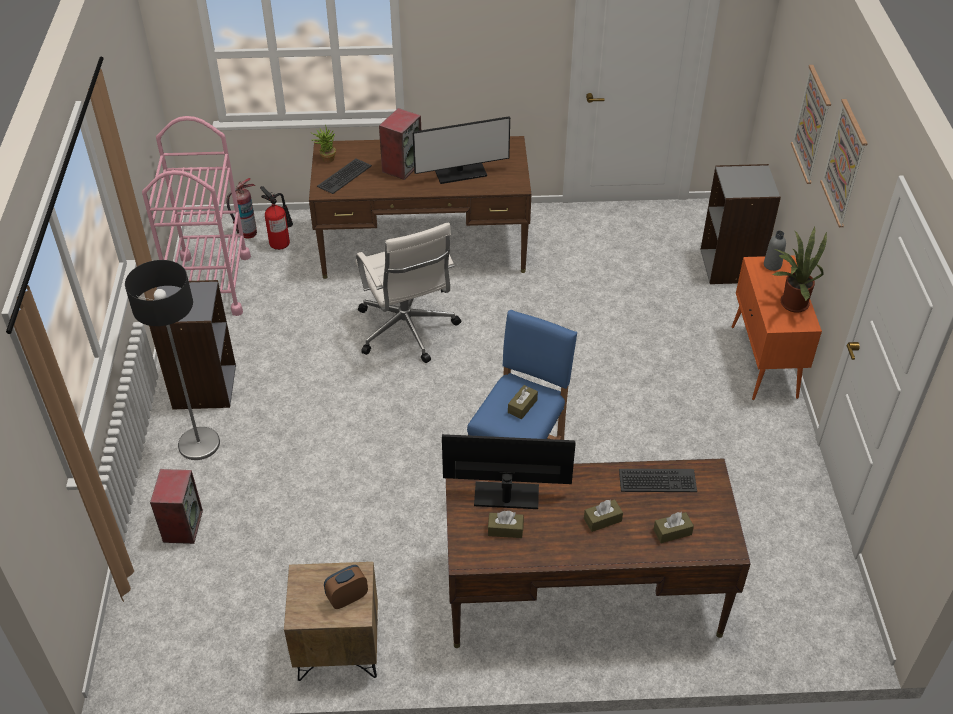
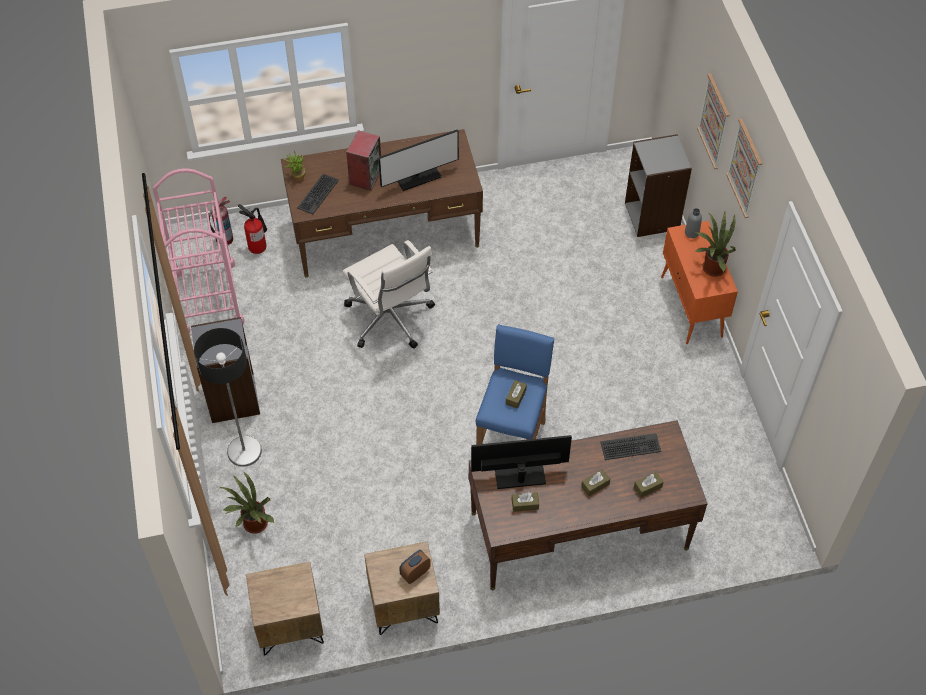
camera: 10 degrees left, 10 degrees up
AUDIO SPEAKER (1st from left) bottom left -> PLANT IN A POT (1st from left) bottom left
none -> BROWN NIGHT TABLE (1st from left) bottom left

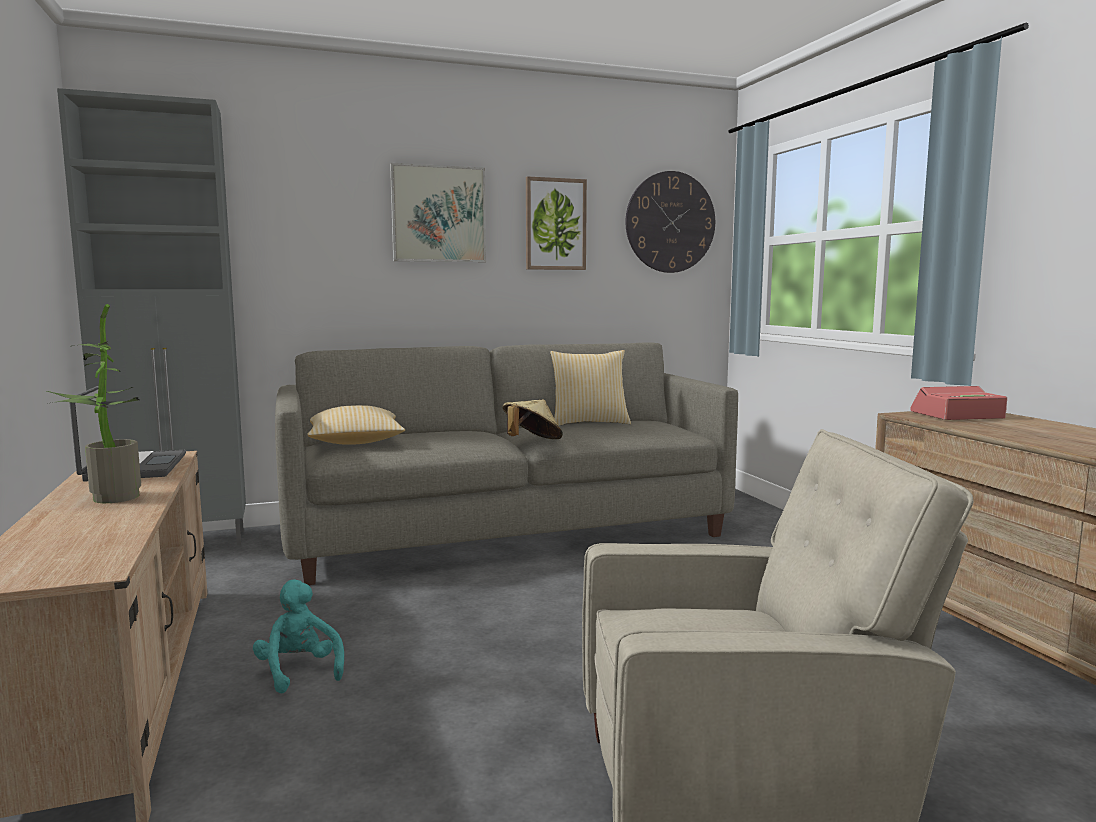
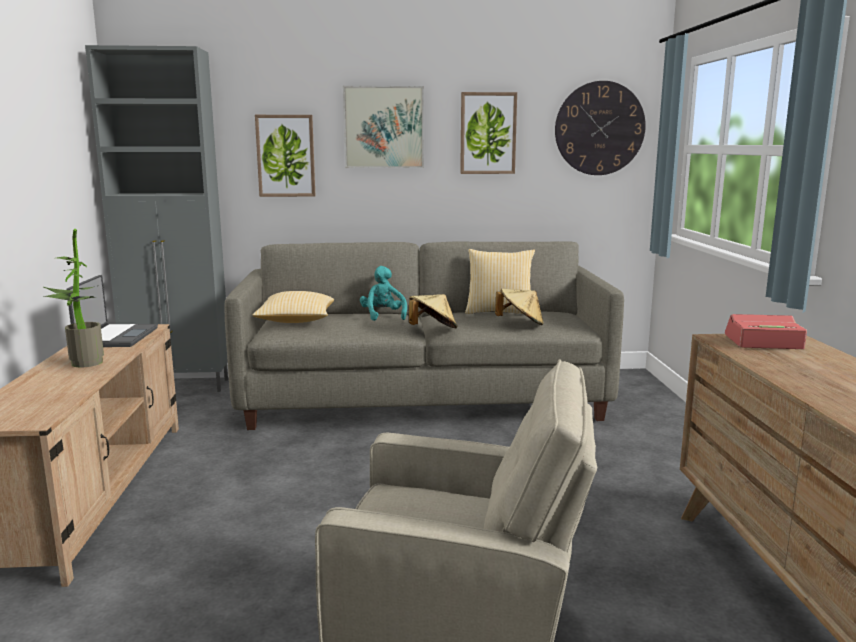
camera: 15 degrees right, 5 degrees up
none -> WALL PICTURE (1st from left) top left
TURQUOISE CUDDLY TOY bottom left -> TURQUOISE CUDDLY TOY centre, move
none -> BEIGE-COLOURED CLOTHING HAT (2nd from left) centre

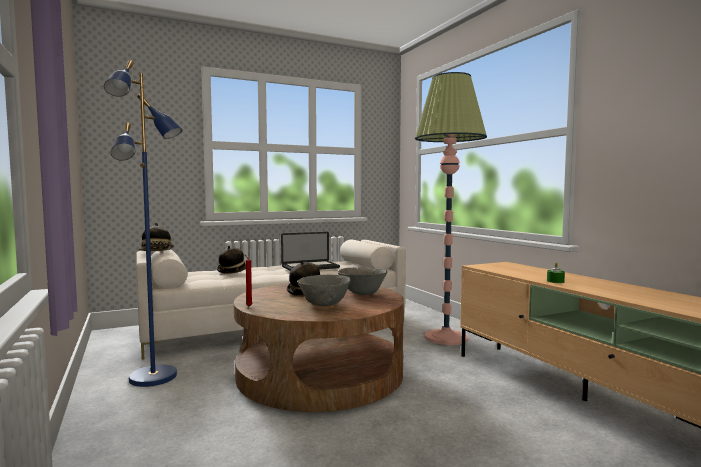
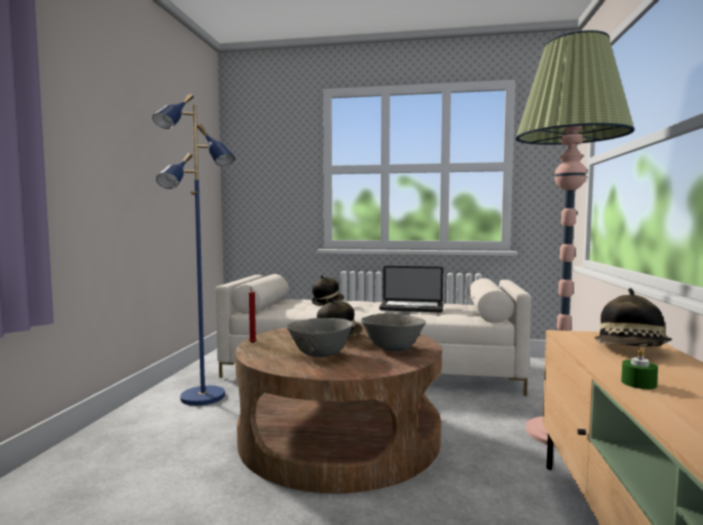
camera: 35 degrees right, 0 degrees up
CLOTHING HAT (1st from left in the first image) middle left -> CLOTHING HAT (3rd from left) middle right, move

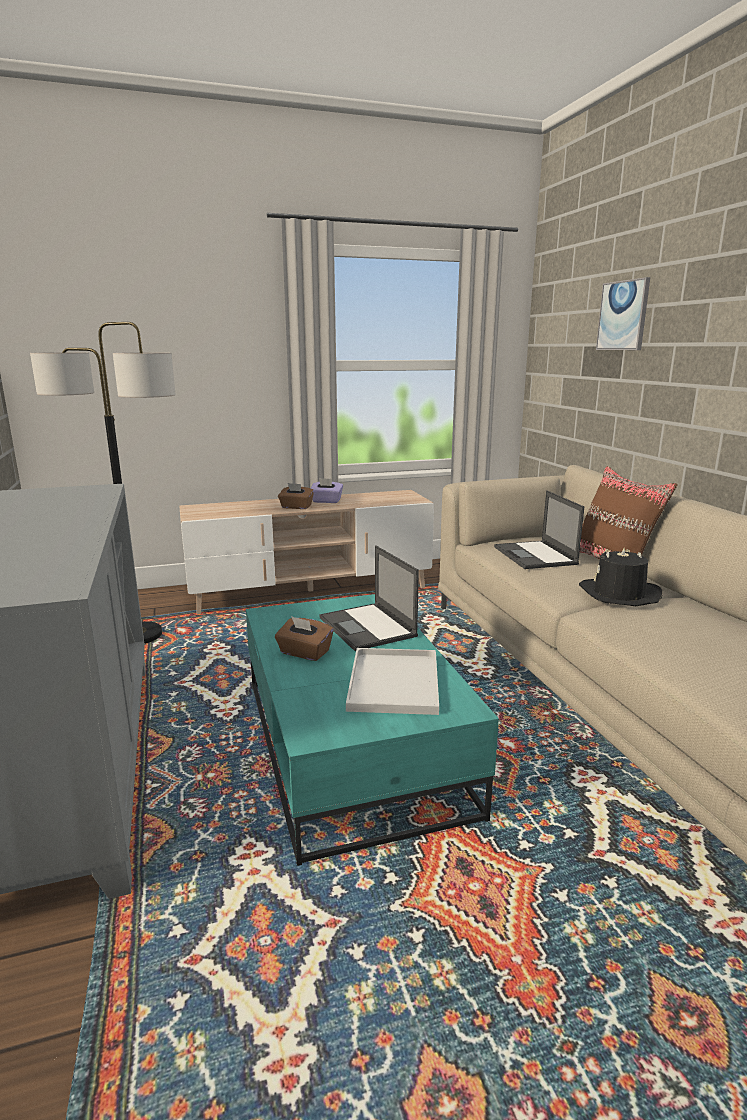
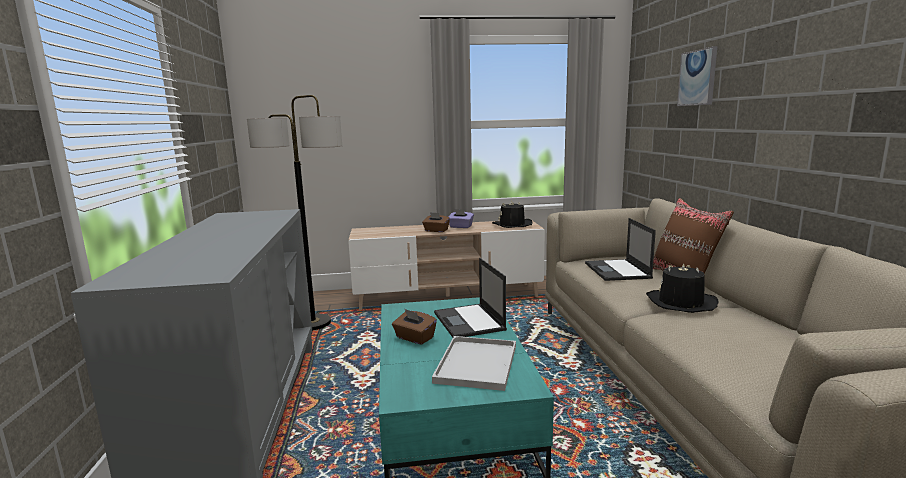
camera: 10 degrees right, 5 degrees down
none -> BLACK CLOTHING HAT (1st from left) centre

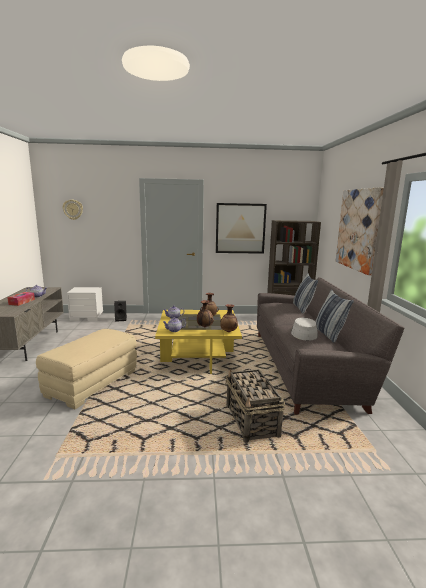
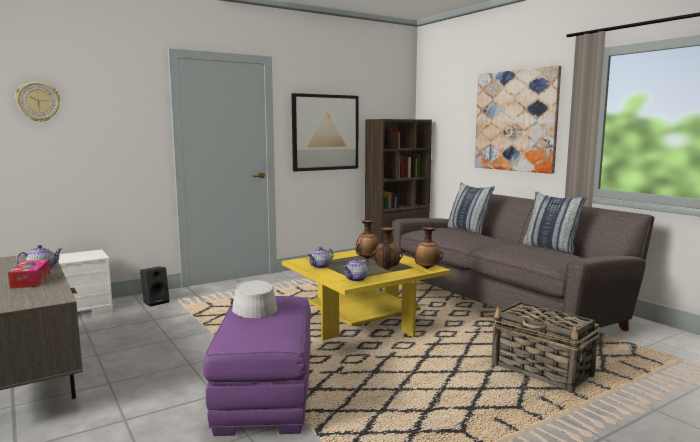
camera: 30 degrees left, 5 degrees down
BEIGE-COLOURED OTTOMAN middle left -> PURPLE OTTOMAN bottom centre
GREY CLOTHING HAT middle right -> GREY CLOTHING HAT bottom centre, move

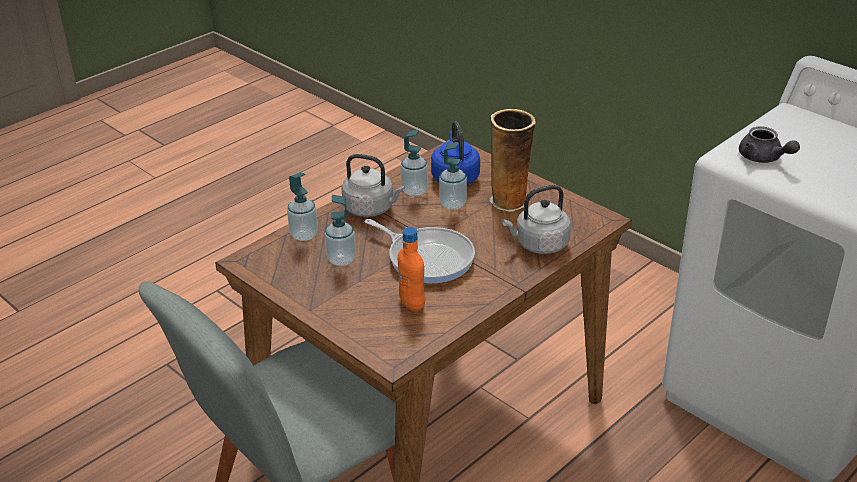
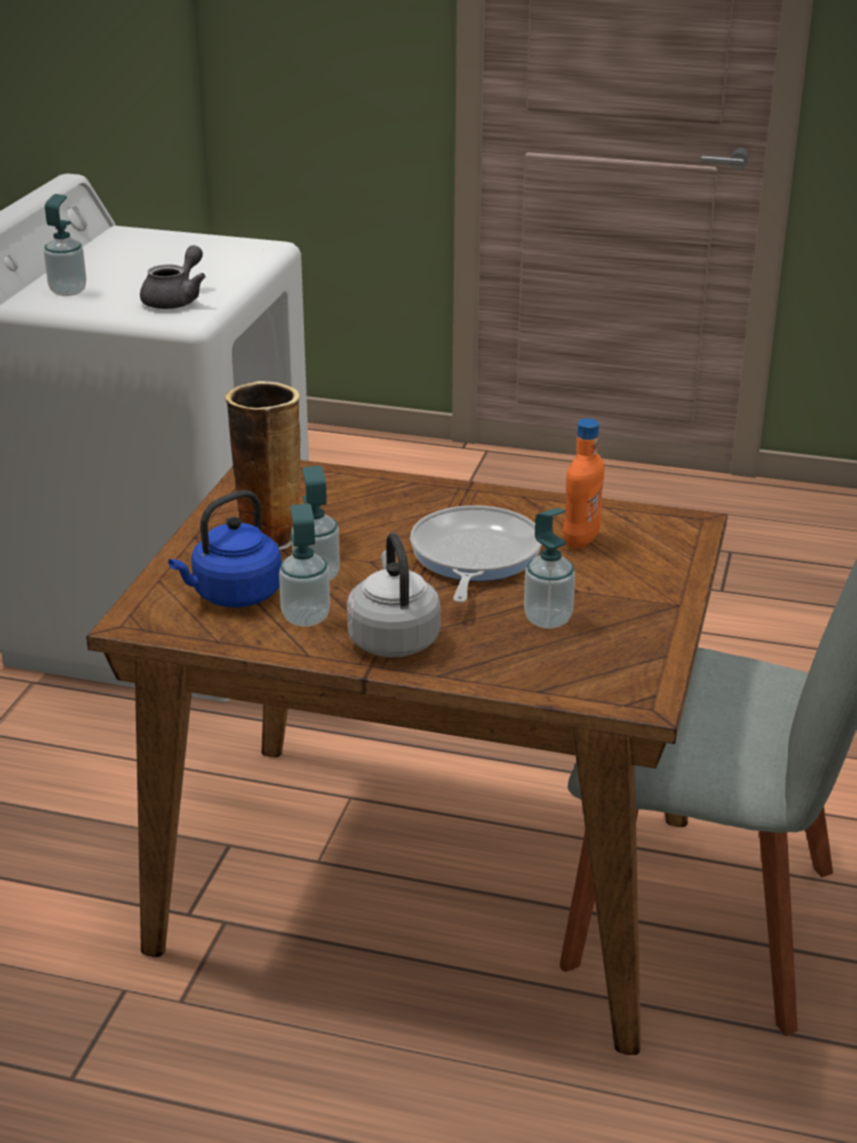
camera: 120 degrees left, 5 degrees down
LIQUID SOAP BOTTLE (1st from left) centre -> LIQUID SOAP BOTTLE (1st from left) top left, move
GREY WATER KETTLE (2nd from left) centre -> none

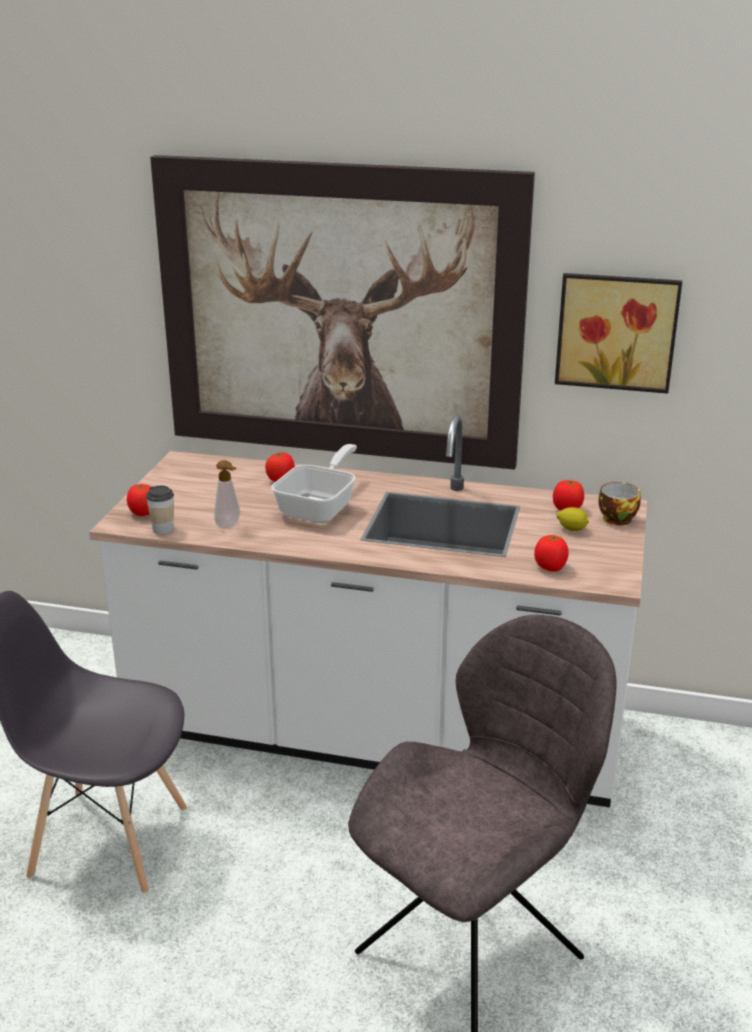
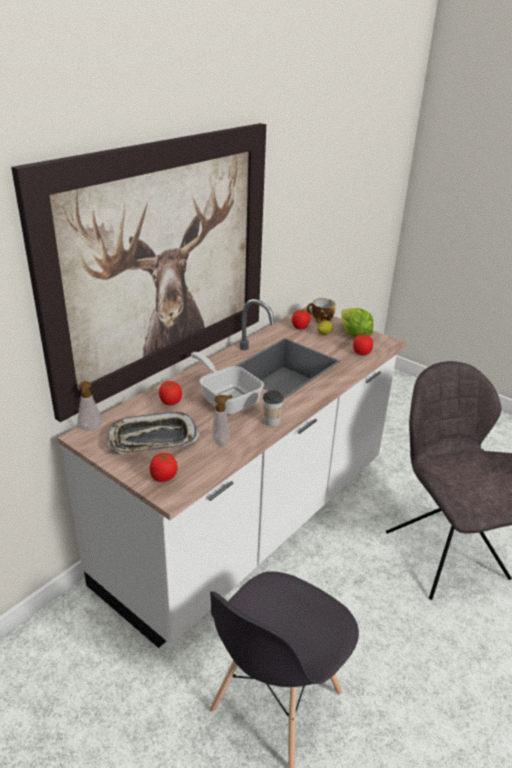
camera: 65 degrees left, 5 degrees up
none -> LIQUID SOAP BOTTLE (1st from left) middle left
none -> TRAY middle left
CUP (1st from left) middle left -> CUP (1st from left) centre, move
none -> LETTUCE middle right
WALL PICTURE (2nd from left) top right -> none

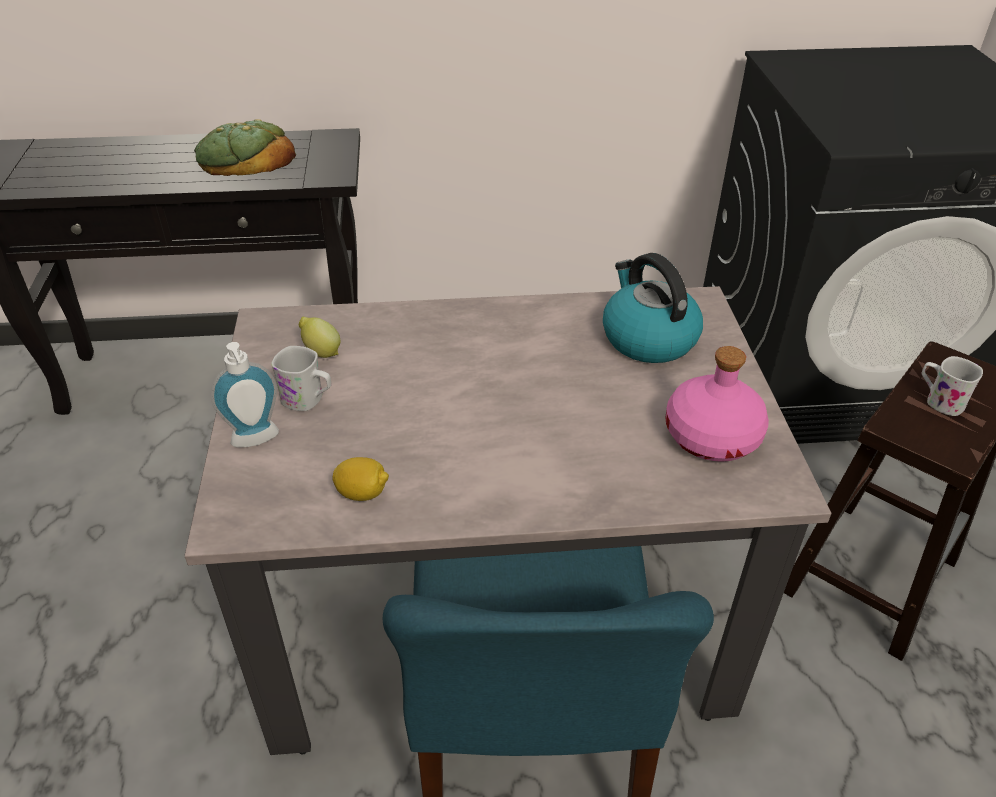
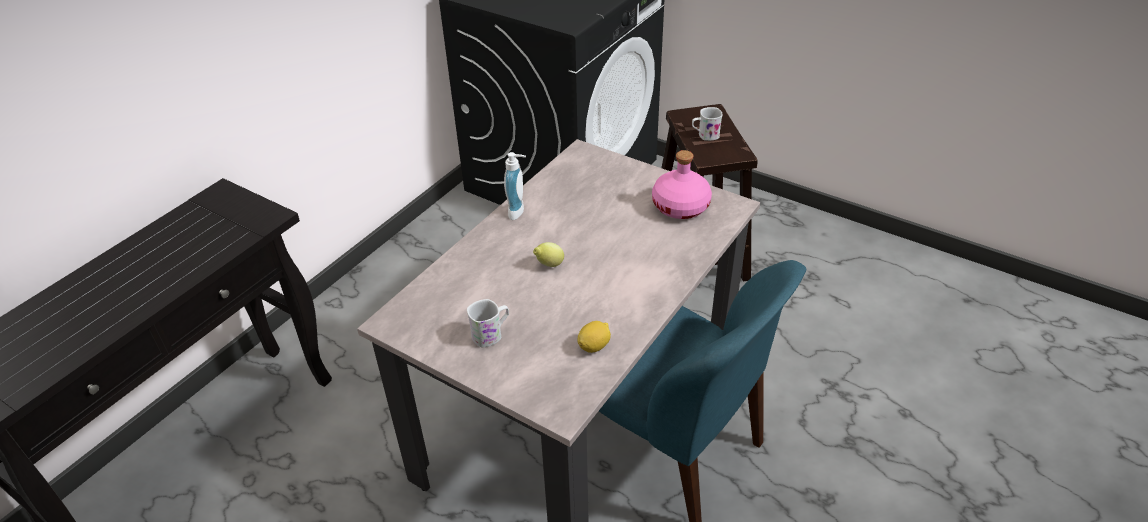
camera: 50 degrees left, 0 degrees up
LIQUID SOAP BOTTLE middle left -> LIQUID SOAP BOTTLE centre, move
WHOLE LEMON (1st from left) middle left -> WHOLE LEMON (1st from left) centre, move
BAKED BREAD top left -> none
WATER KETTLE centre -> none

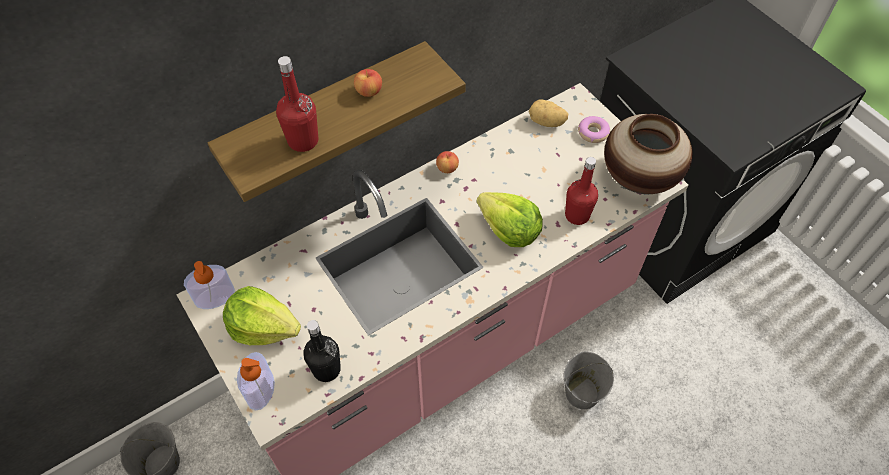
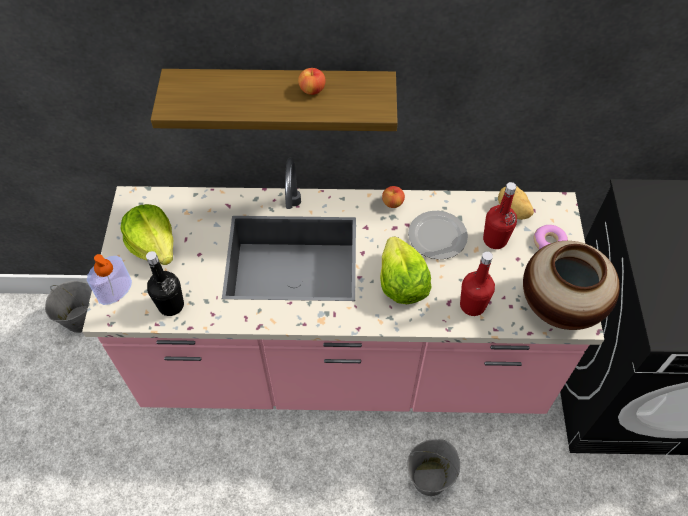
camera: 35 degrees right, 0 degrees up
none -> PLATE centre
RED BEVERAGE BOTTLE (1st from left in the first image) top centre -> RED BEVERAGE BOTTLE (2nd from left) middle right, move
LIQUID SOAP BOTTLE (1st from left) middle left -> none

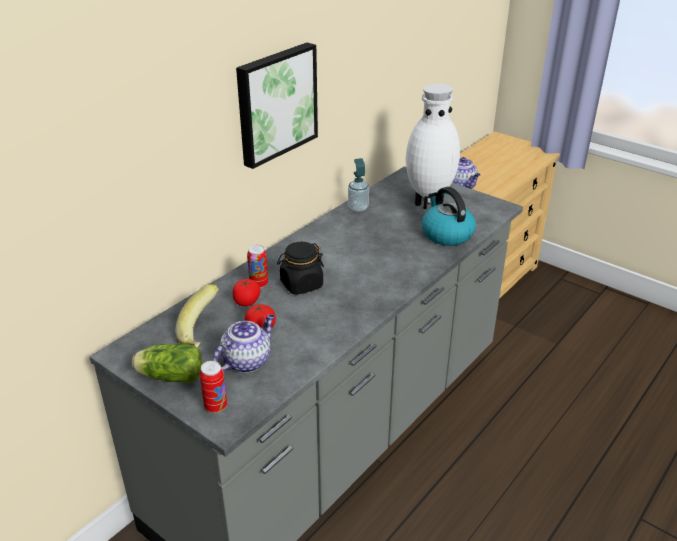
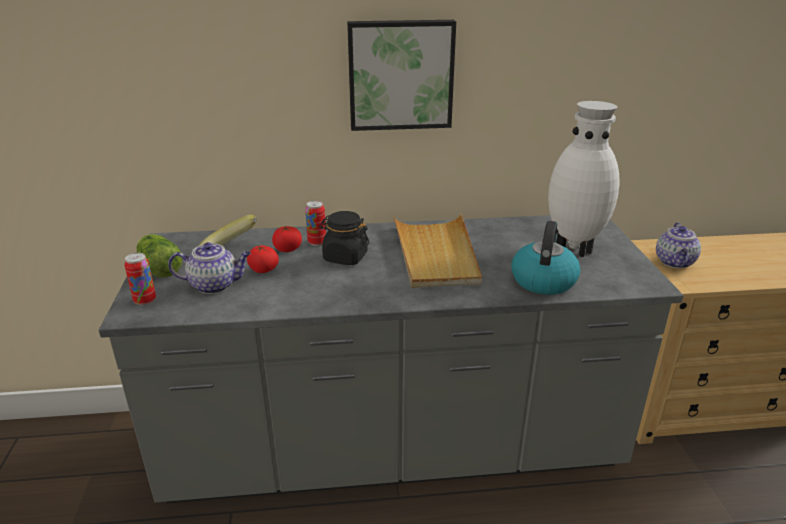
camera: 45 degrees right, 5 degrees down
none -> BEIGE-COLOURED TRAY centre
LIQUID SOAP BOTTLE centre -> none

